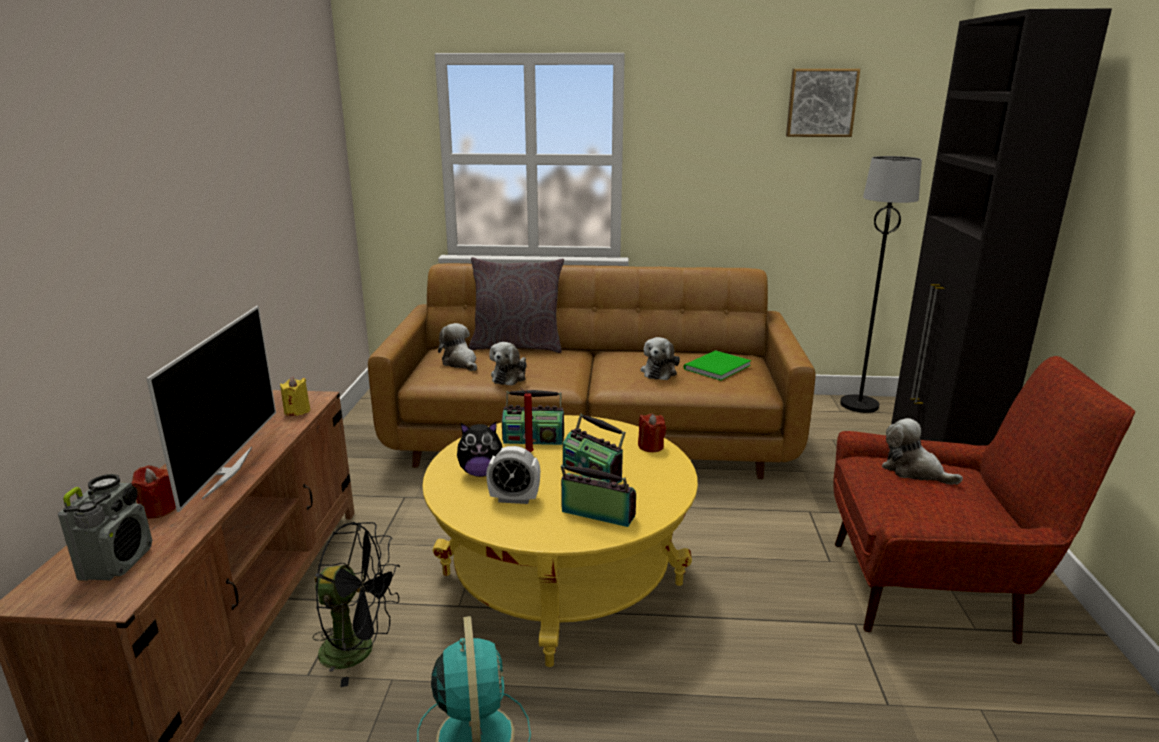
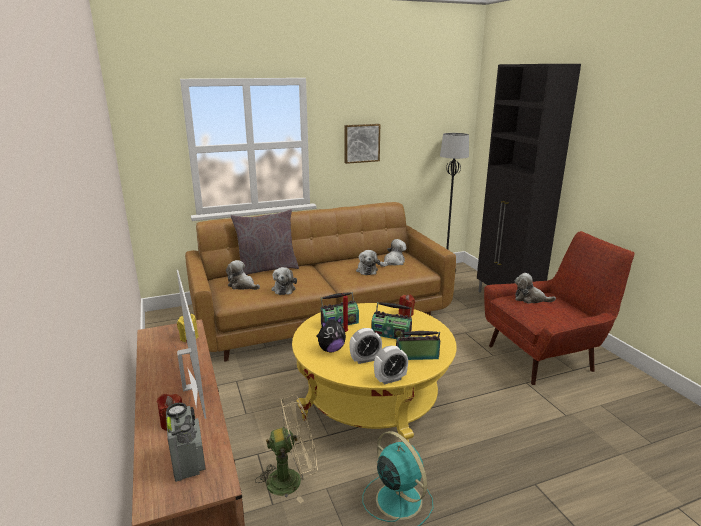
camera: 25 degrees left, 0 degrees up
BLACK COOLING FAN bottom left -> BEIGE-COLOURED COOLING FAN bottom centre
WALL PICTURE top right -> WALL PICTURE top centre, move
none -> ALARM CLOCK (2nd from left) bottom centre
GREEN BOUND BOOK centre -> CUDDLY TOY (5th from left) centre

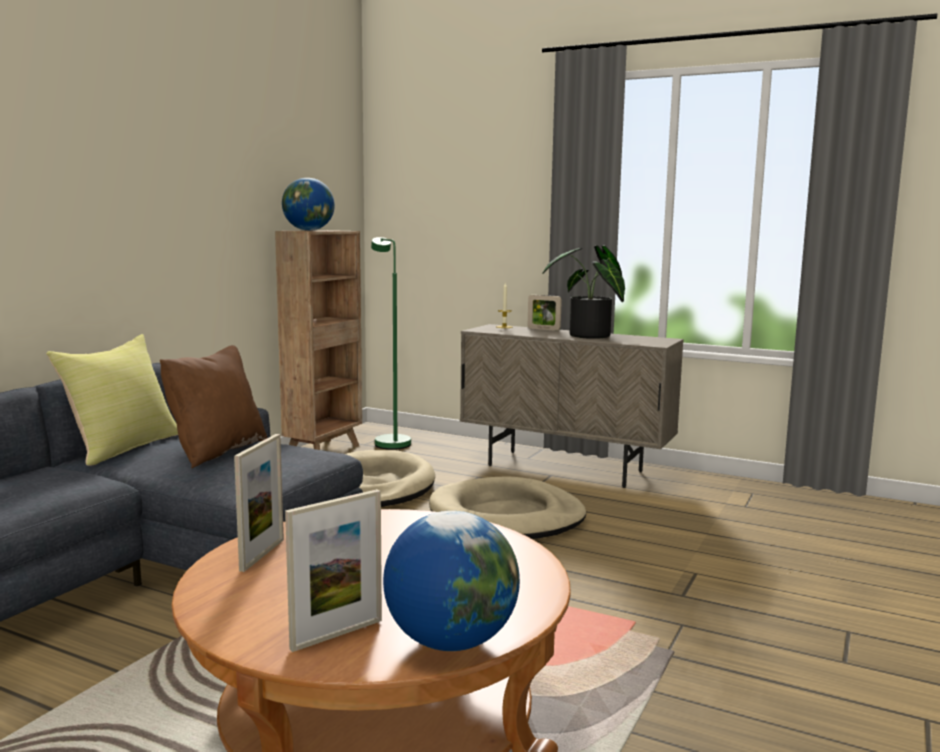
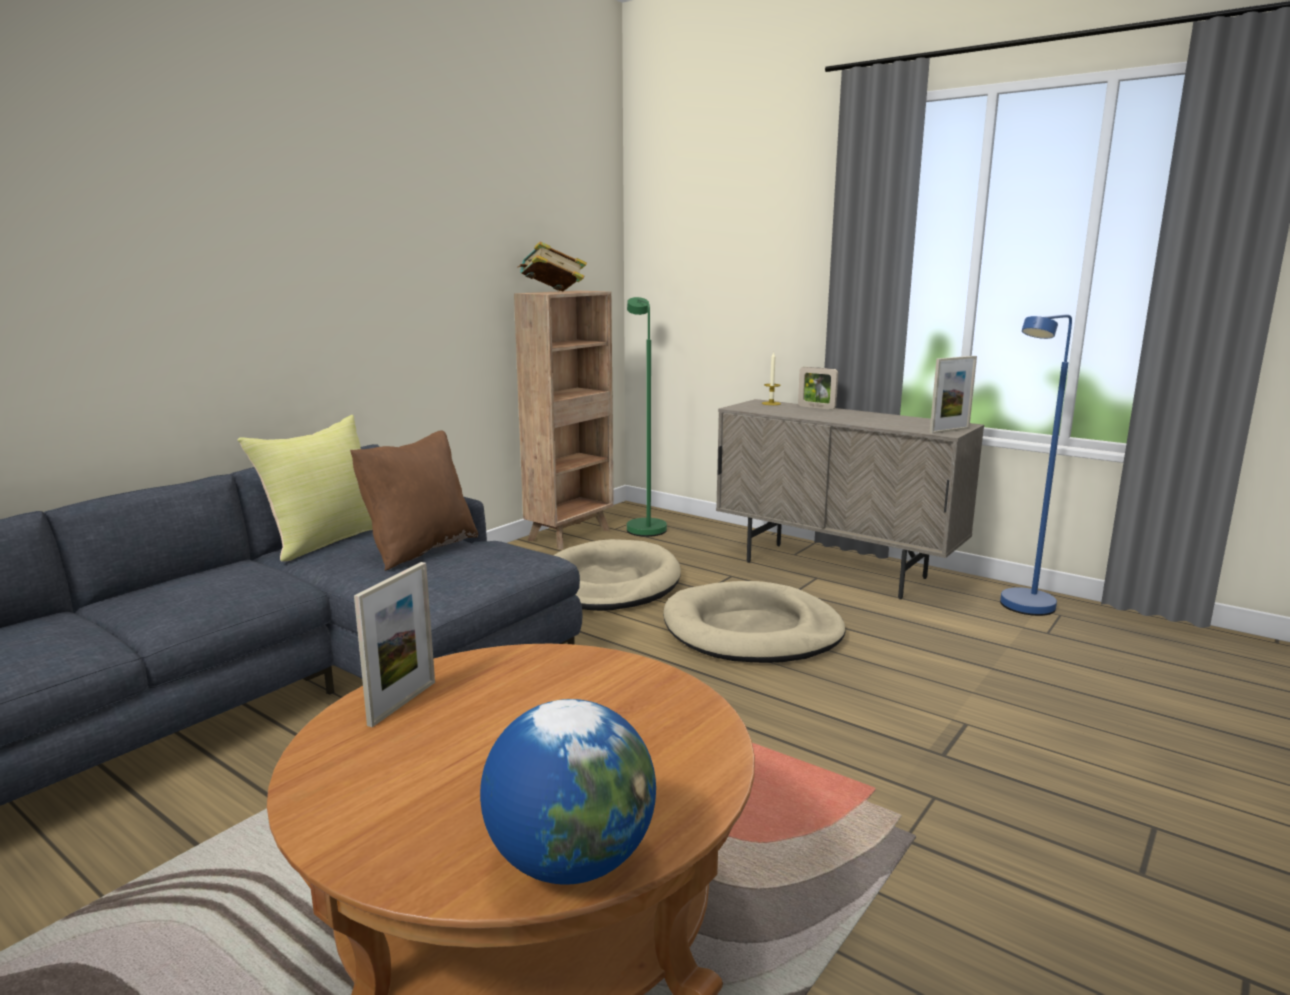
camera: 10 degrees right, 5 degrees up
WORLD GLOBE (1st from left) top left -> BOUND BOOK top centre
PICTURE FRAME (2nd from left in the first image) bottom centre -> PICTURE FRAME (3rd from left) middle right, move
none -> BLUE-COLOURED FLOOR LAMP middle right
PLANT IN A POT centre -> none

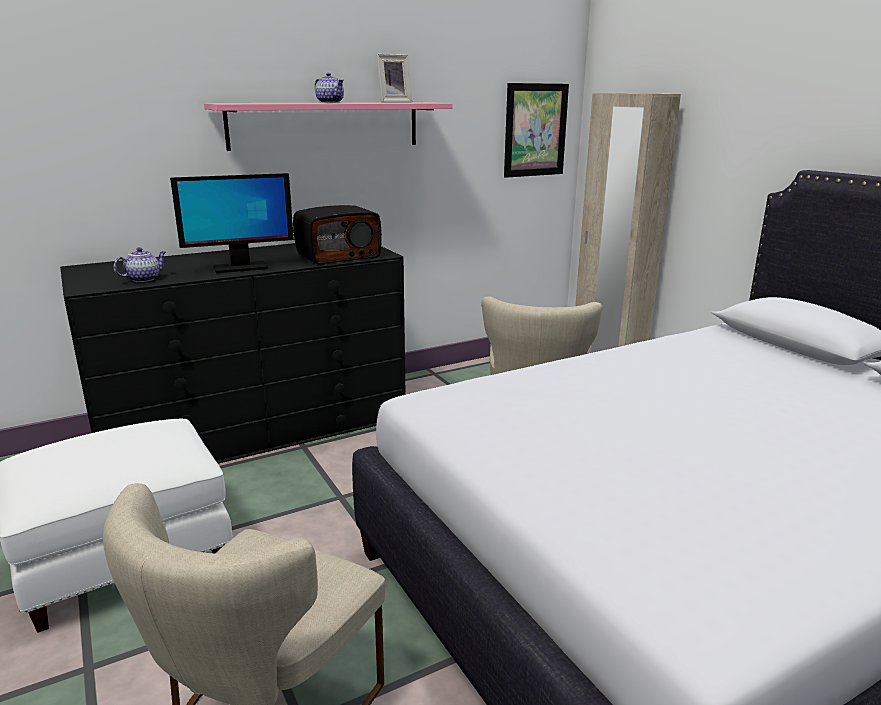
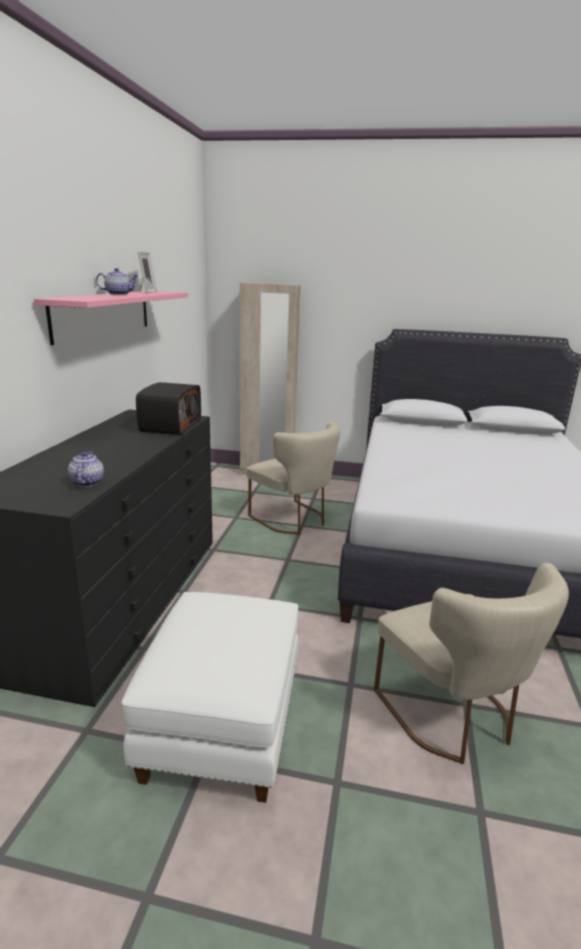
camera: 50 degrees left, 0 degrees up
MONITOR top left -> none
WALL PICTURE top centre -> none

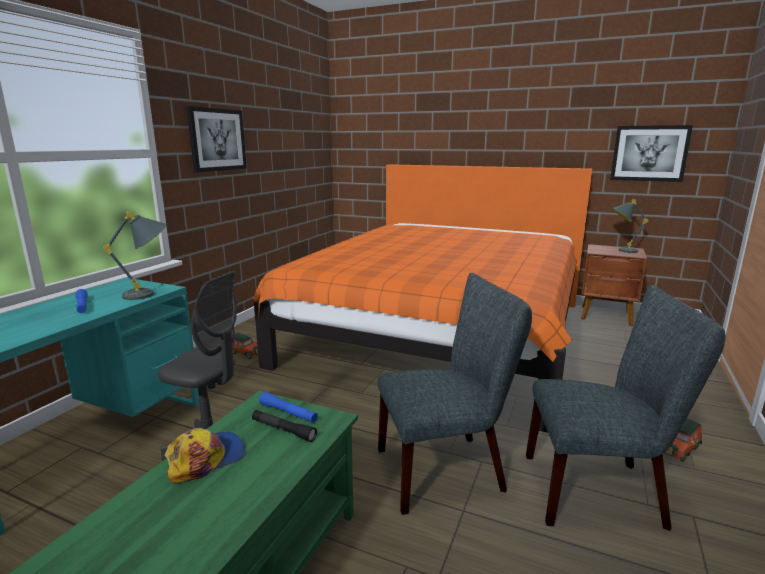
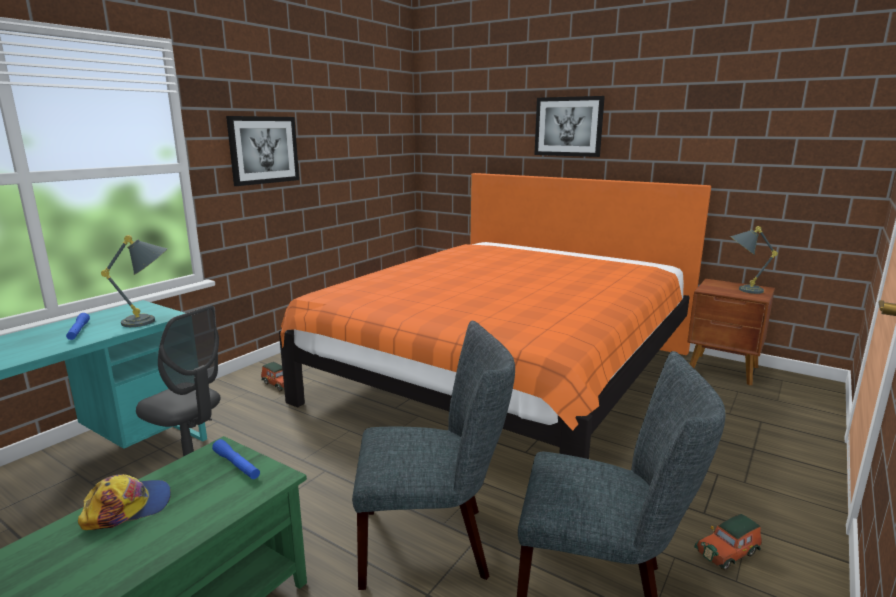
camera: 10 degrees right, 0 degrees up
WALL PICTURE (2nd from left) top right -> WALL PICTURE (2nd from left) top centre, move
BLACK FLASHLIGHT bottom centre -> none

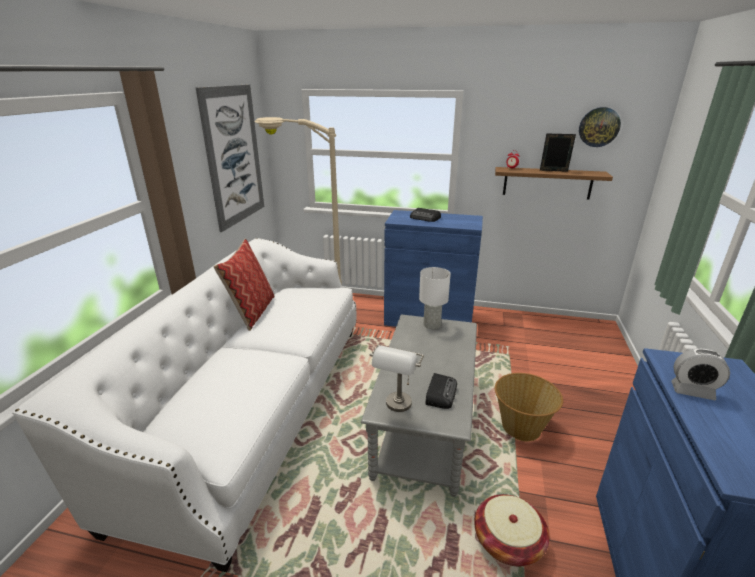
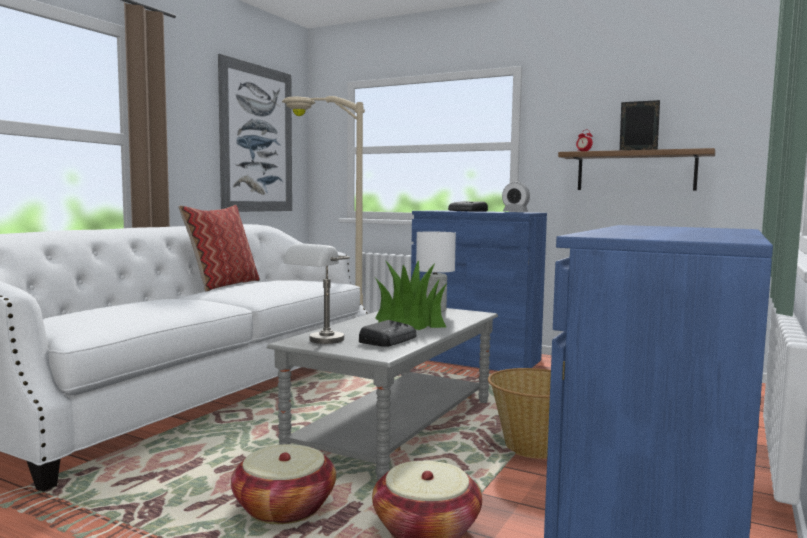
camera: 15 degrees right, 20 degrees down
none -> STORAGE BASKET (1st from left) bottom centre
none -> PLANT IN A POT centre
ALARM CLOCK (2nd from left in the first image) middle right -> ALARM CLOCK (1st from left) centre, move
CLOCK ON THE WALL top right -> none

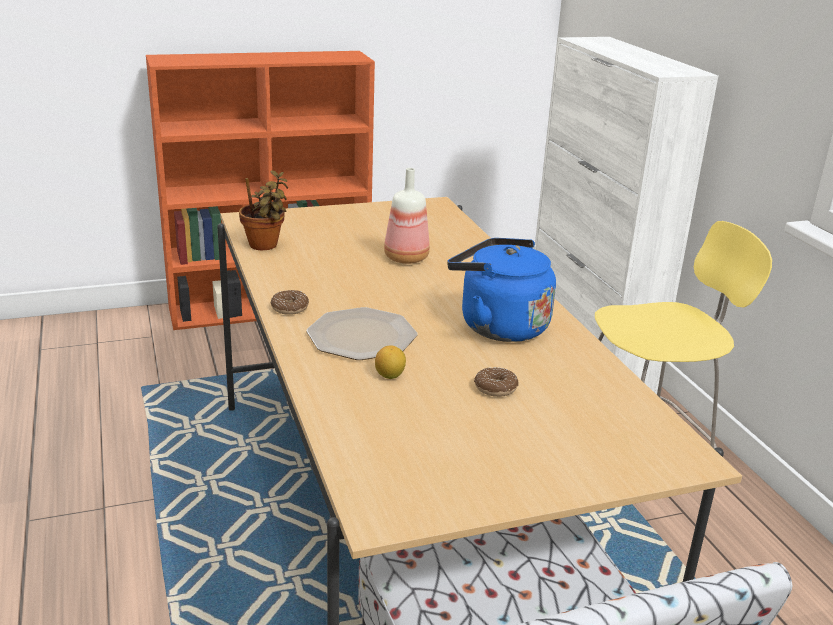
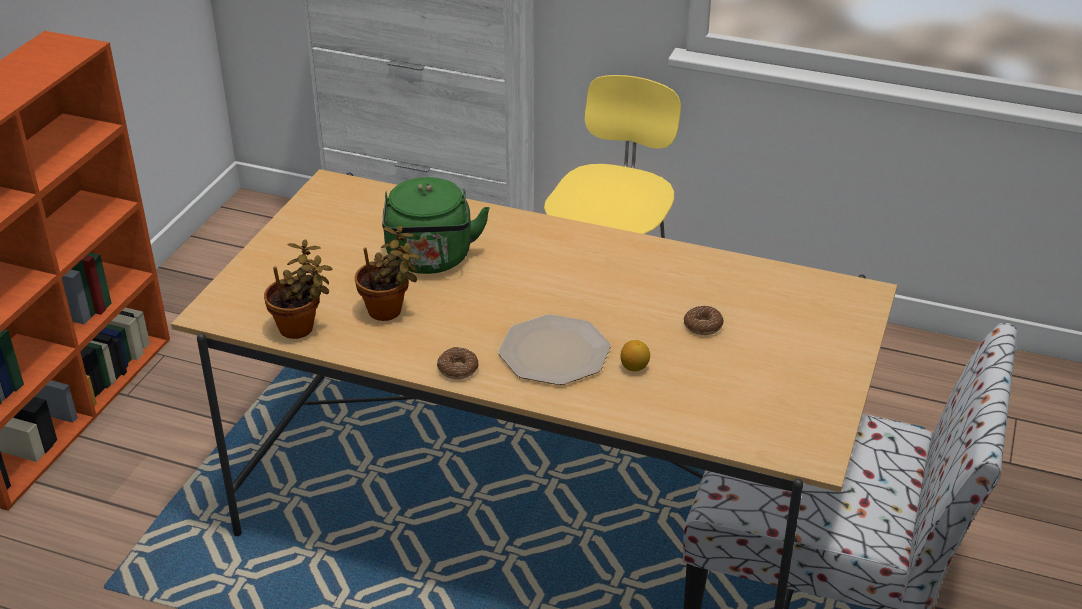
camera: 50 degrees left, 10 degrees up
none -> PLANT IN A POT (2nd from left) centre
BEVERAGE BOTTLE centre -> GREEN WATER KETTLE centre
BLUE-COLOURED WATER KETTLE centre -> none

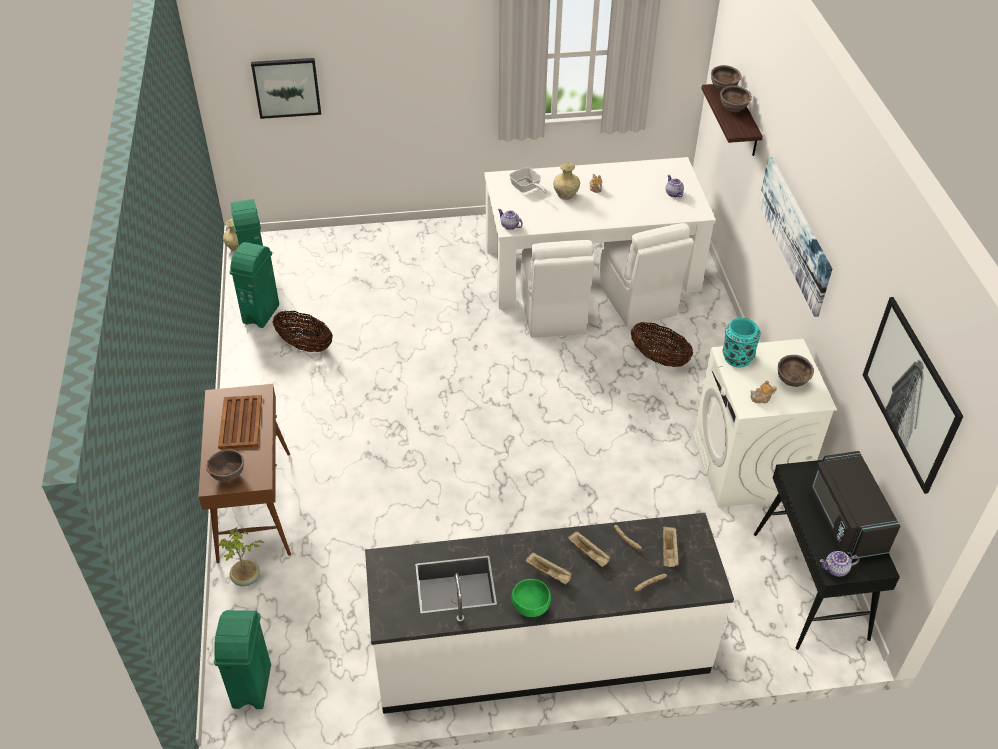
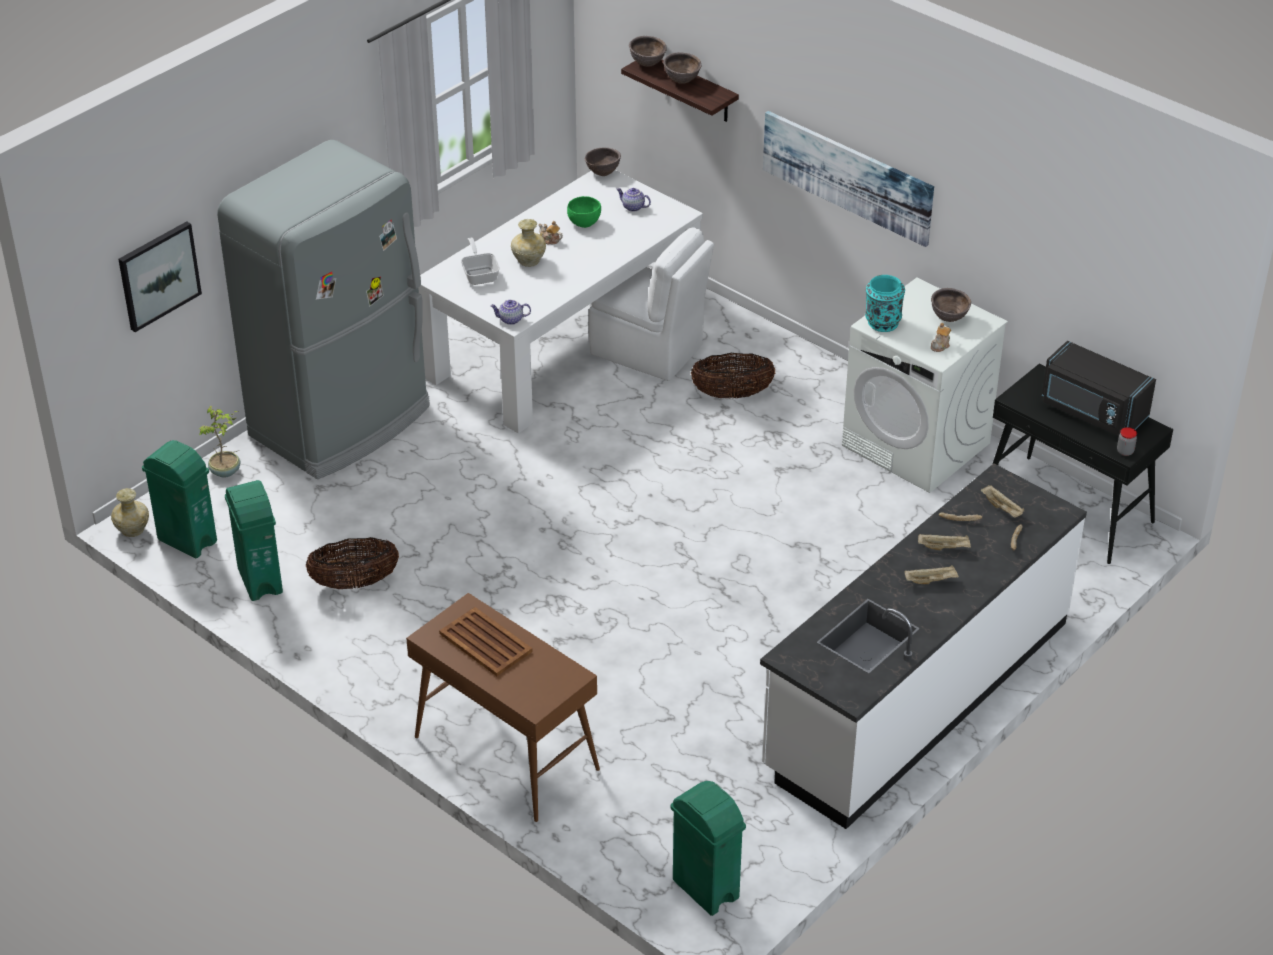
camera: 40 degrees left, 5 degrees down
PLANT IN A POT bottom left -> PLANT IN A POT middle left, move
none -> GREY KITCHEN FRIDGE top left
FRYING PAN top centre, 120 degrees counterclockwise
GREEN SERVING BOWL bottom centre -> GREEN SERVING BOWL top centre, move
BROWN SERVING BOWL (1st from left) middle left -> BROWN SERVING BOWL (1st from left) top centre, move
POT FOR TEA (5th from left) bottom right -> JAR middle right
WHITE-COLOURED CHAIR (1st from left) centre -> none
WALL PICTURE (3rd from left) middle right -> none

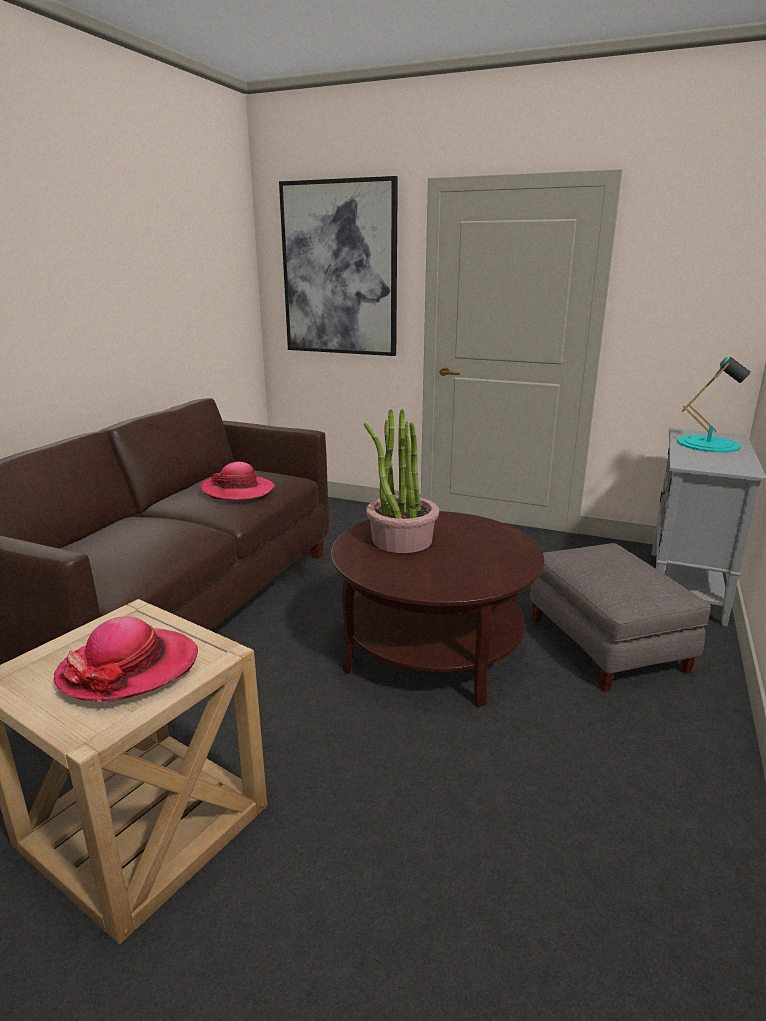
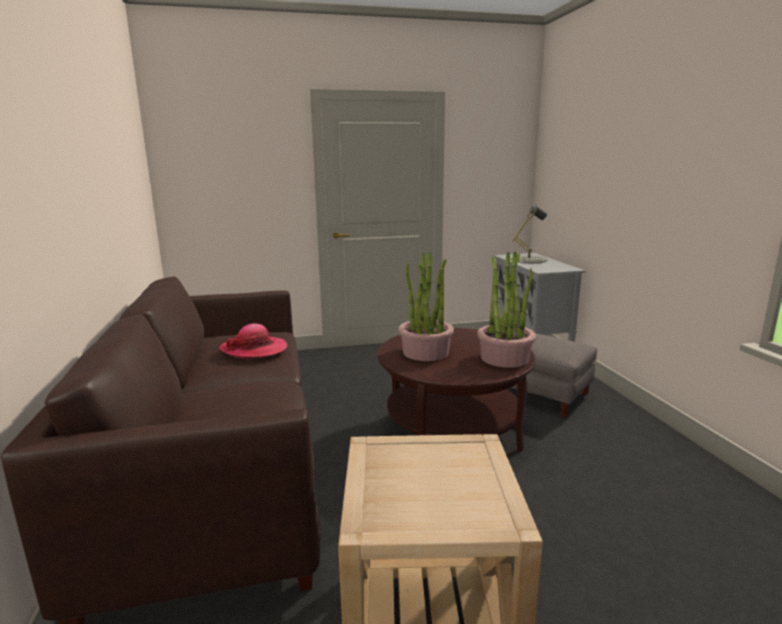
camera: 35 degrees left, 5 degrees down
none -> PLANT IN A POT (2nd from left) centre
TURQUOISE TABLETOP LAMP middle right -> GREY TABLETOP LAMP middle right
CLOTHING HAT (1st from left) middle left -> none
WALL PICTURE top centre -> none

